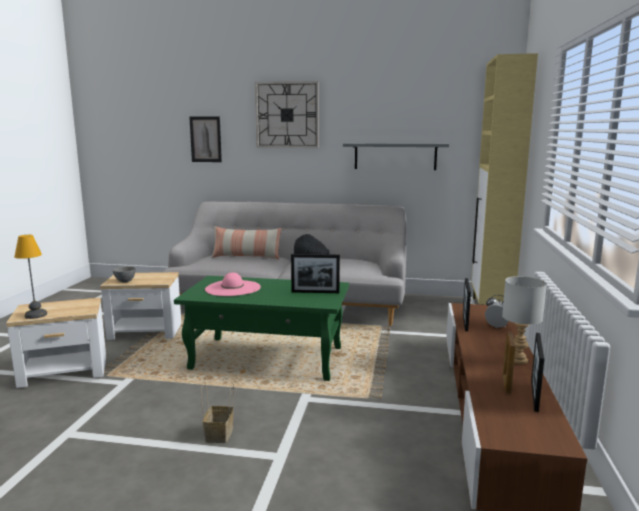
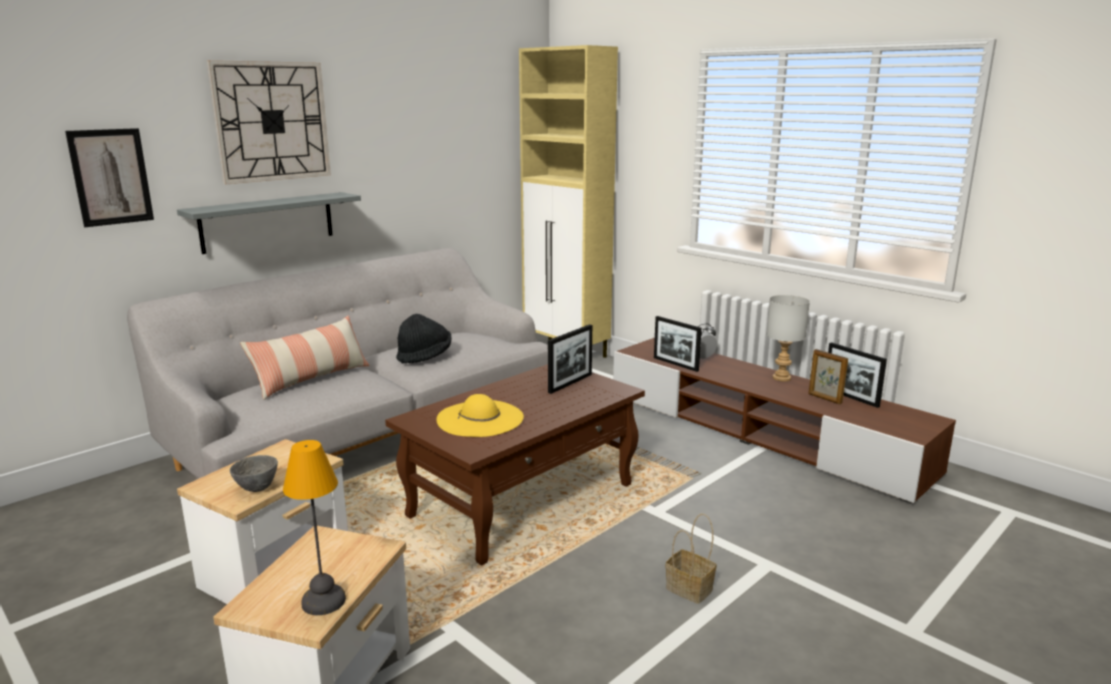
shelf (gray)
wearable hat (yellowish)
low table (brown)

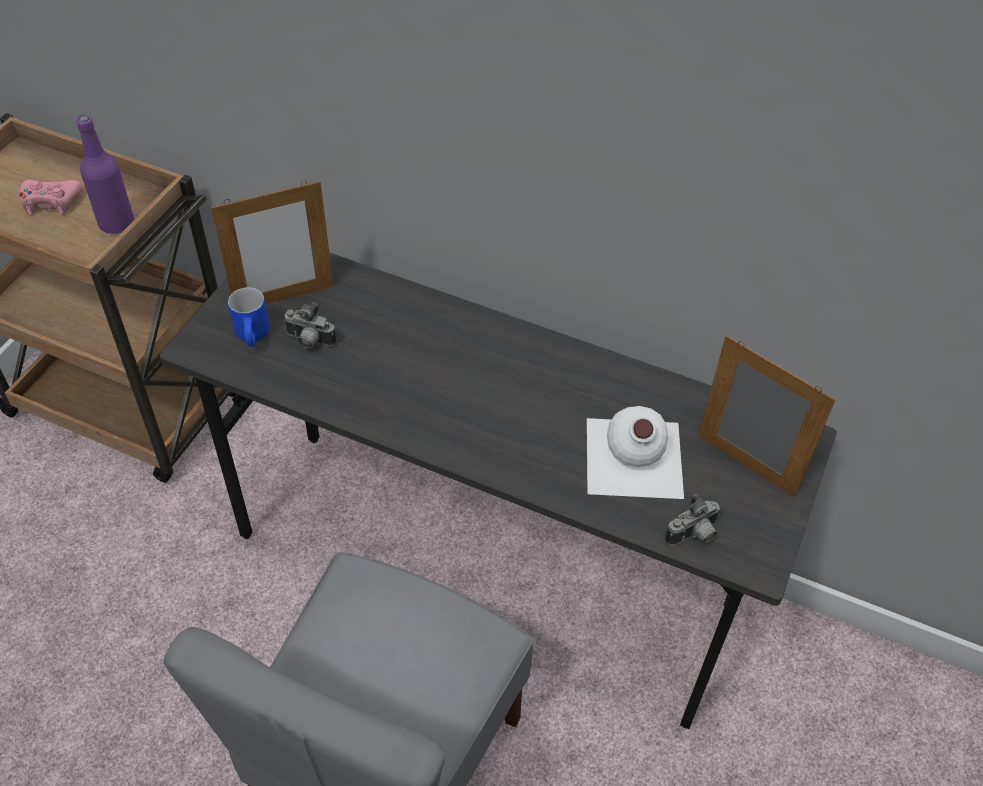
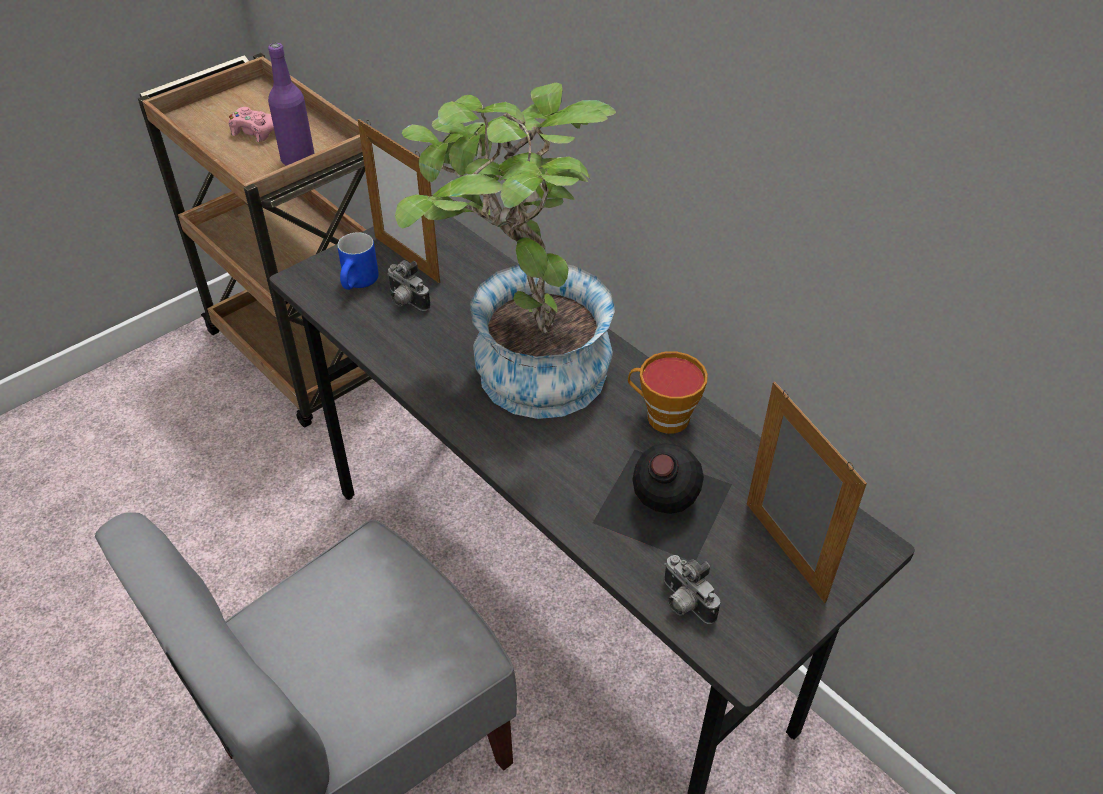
picture frame (1st from left)
drink bottle (black)
still camera (2nd from left)
potted plant
small cup

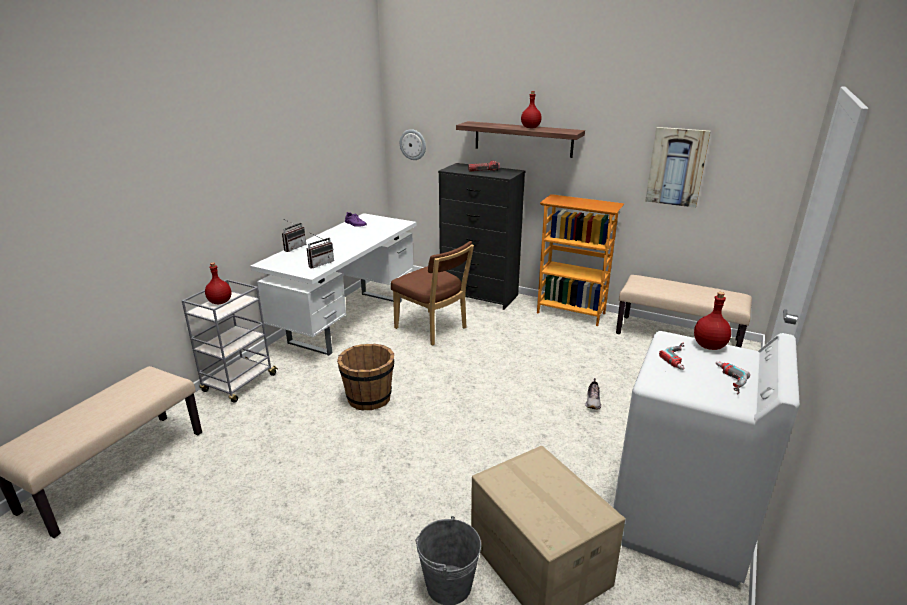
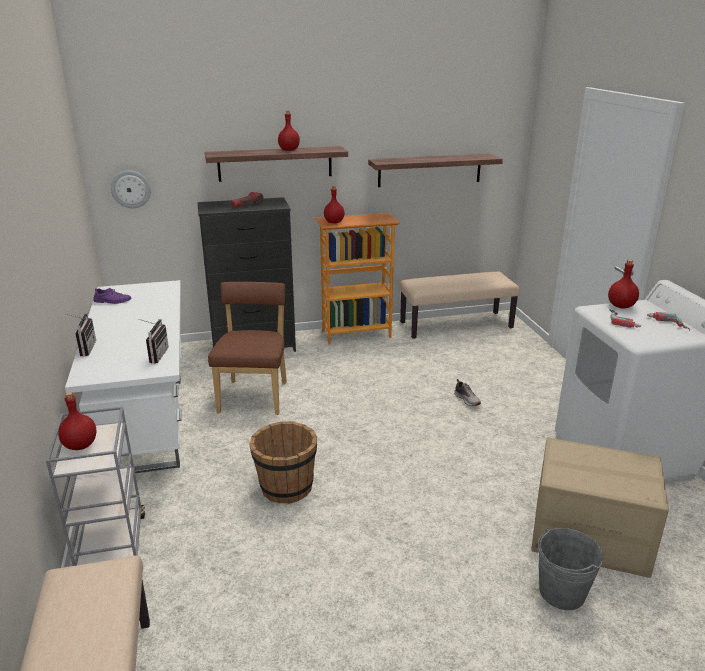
shelf (2nd from left)
upright chair (brown)
drink bottle (red-coloured) (3rd from left)

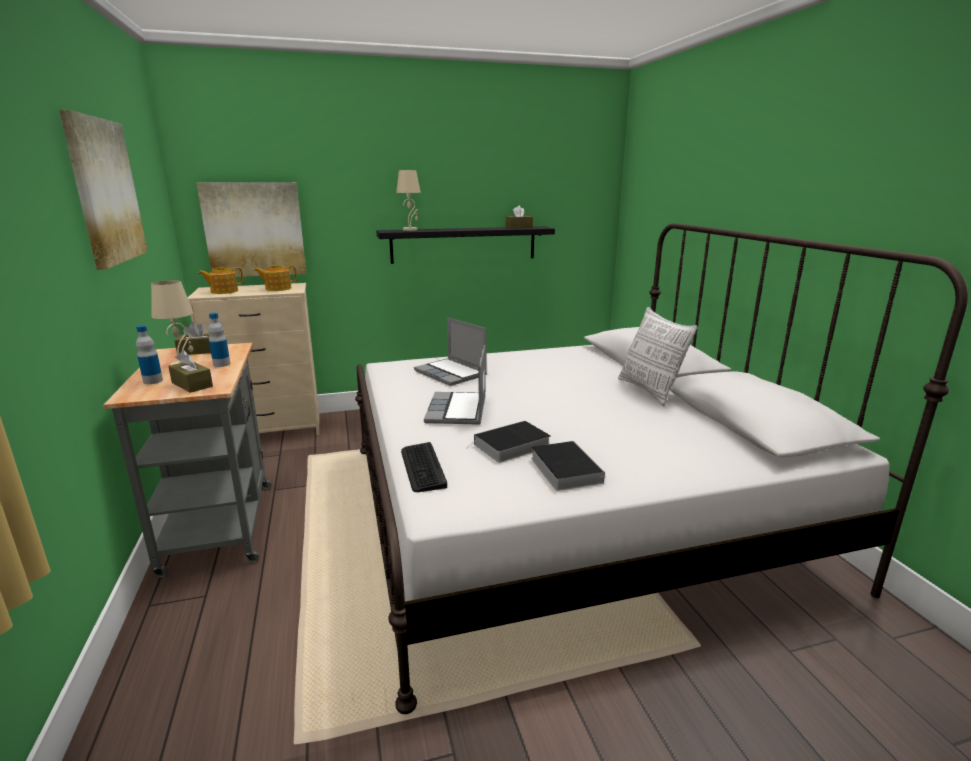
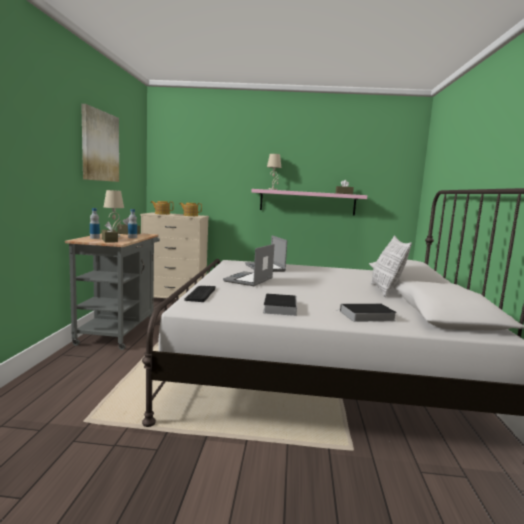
picture (2nd from left in the first image)
shelf (pink-coloured)
volume (2nd from left)

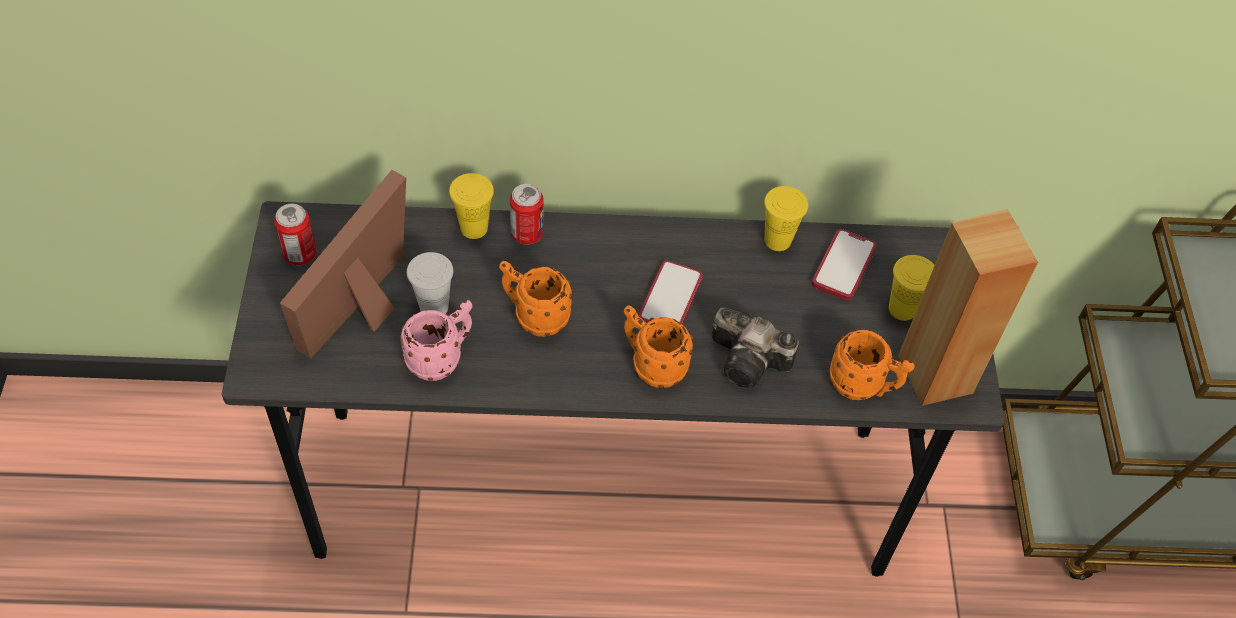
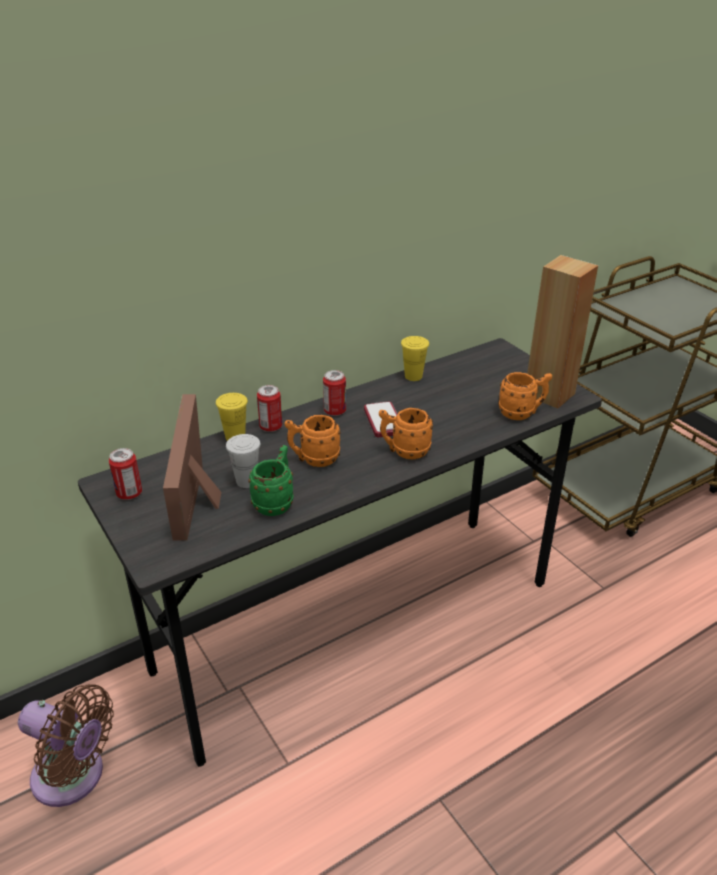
handset (2nd from left in the first image)
small cup (yellowish) (3rd from left in the first image)
mug (green)
still camera
can (3rd from left)
fan (brown)

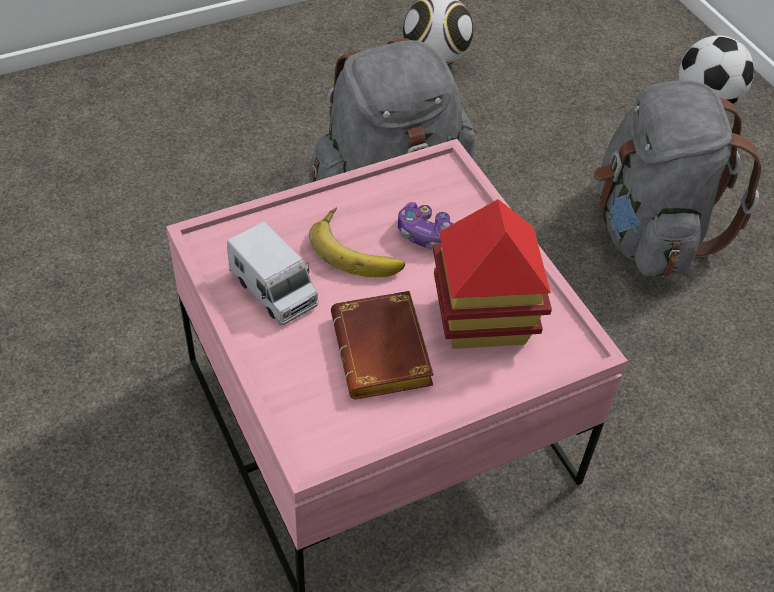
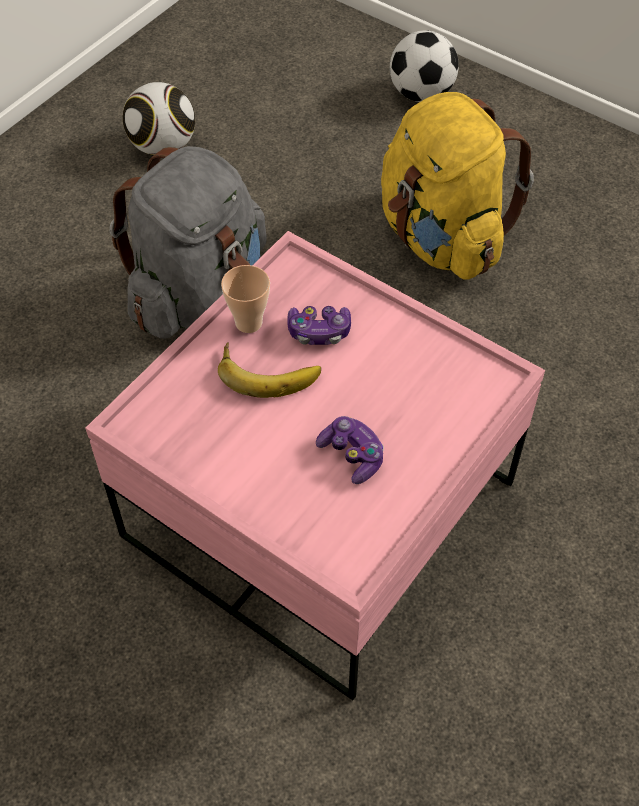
backpack (yellowish)
model house
toy truck
game controller (2nd from left)
small cup

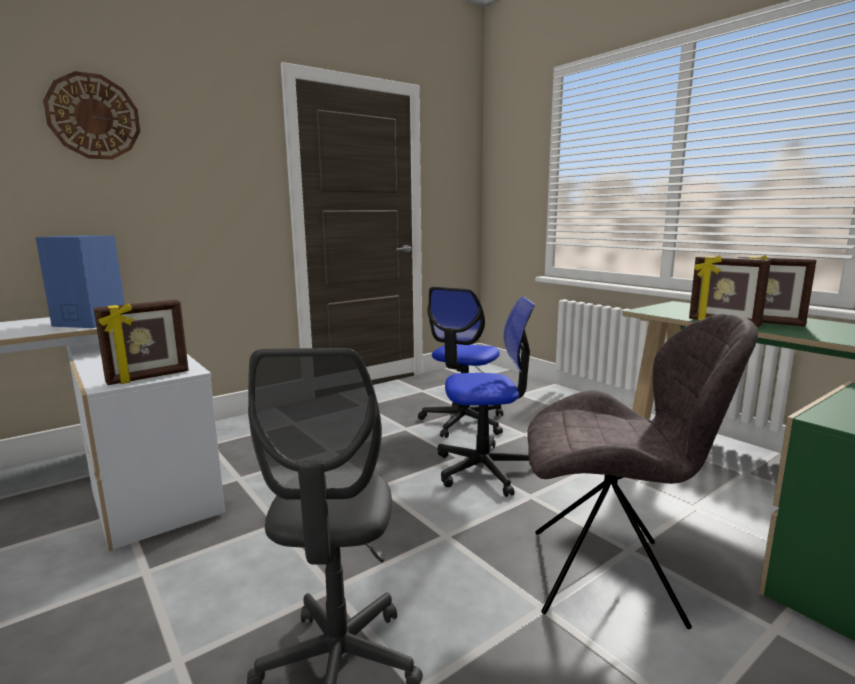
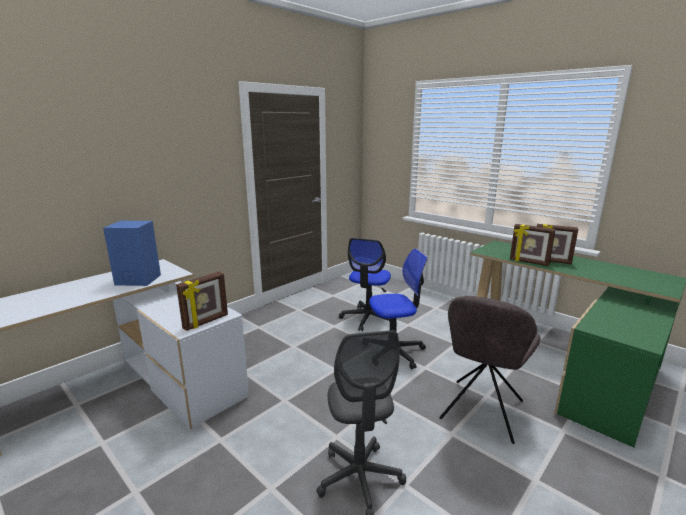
hanging clock
upright chair (gray)

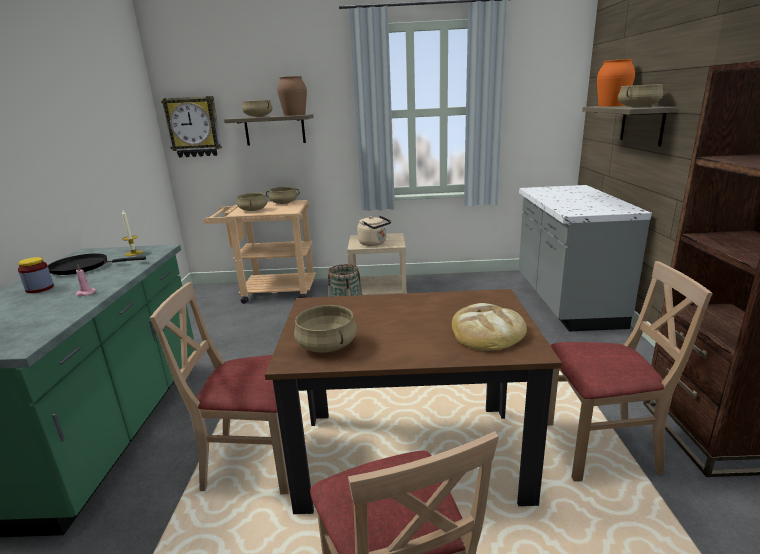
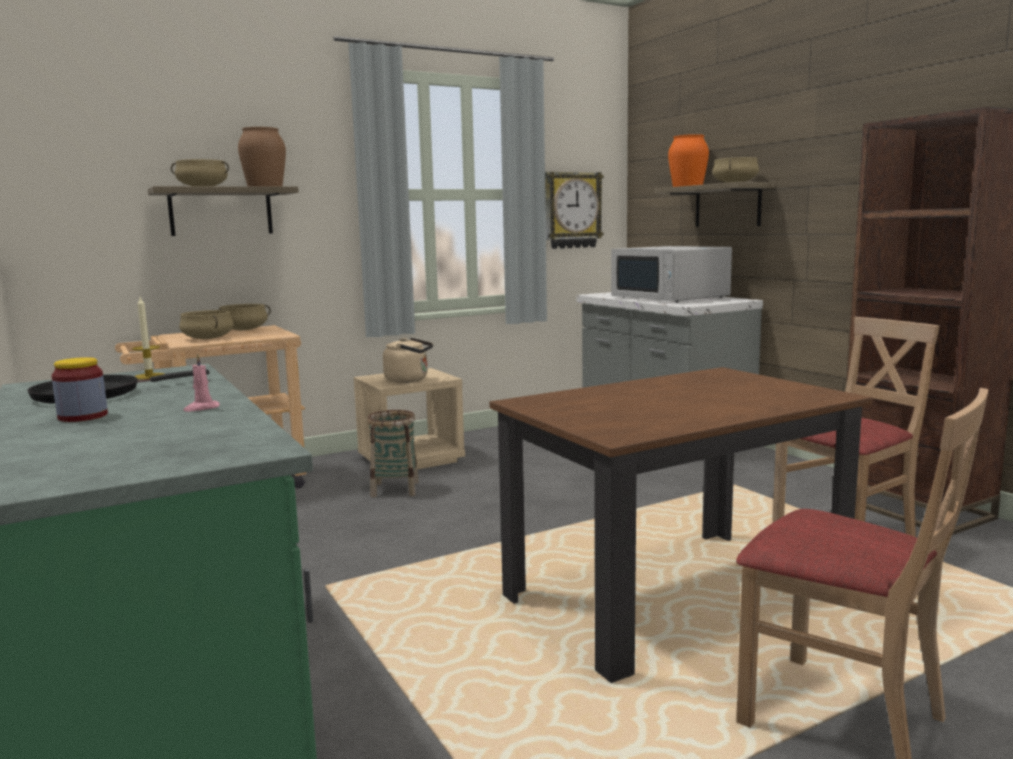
hanging clock
upright chair (beige-coloured) (1st from left in the first image)
bread
cooking pot (beige-coloured) (4th from left in the first image)
microwave oven (white-coloured)

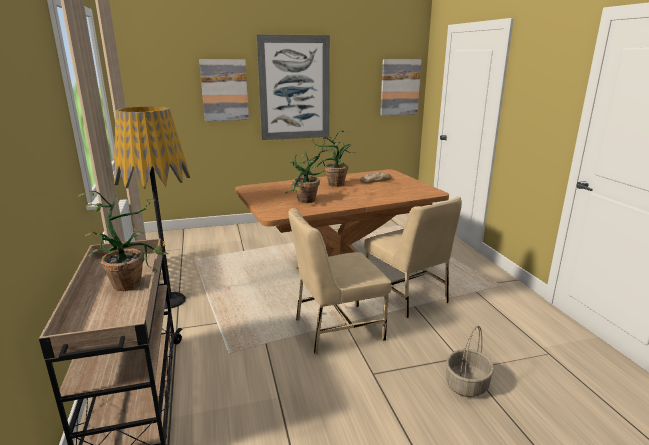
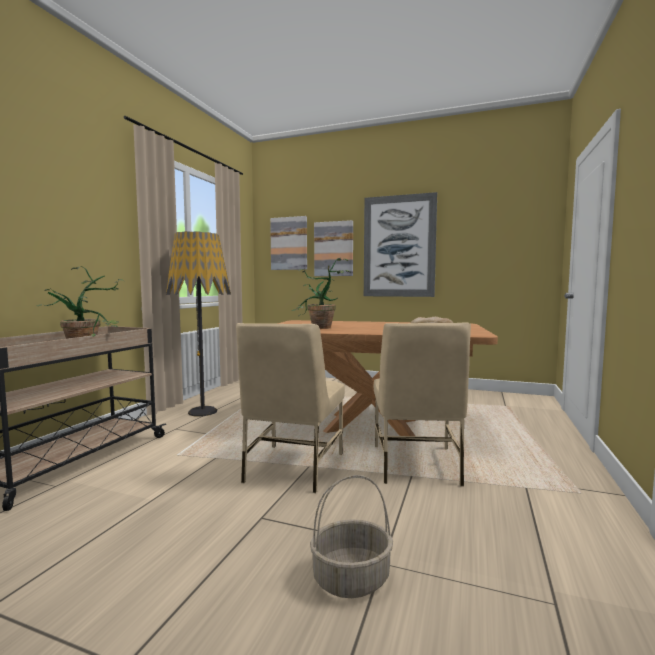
picture (1st from left)
potted plant (3rd from left in the first image)
upright chair (beige-coloured) (1st from left)

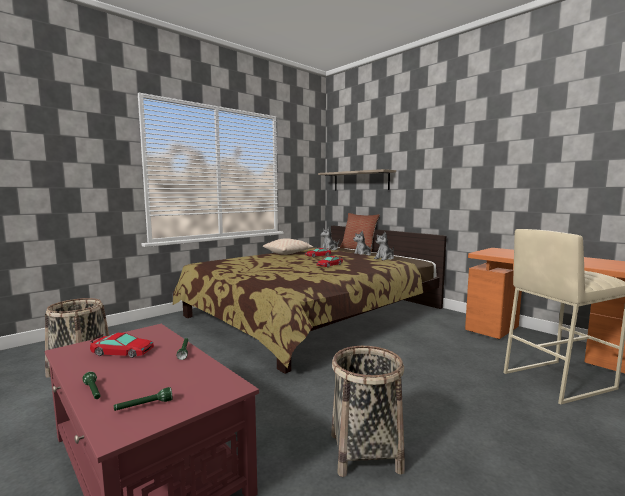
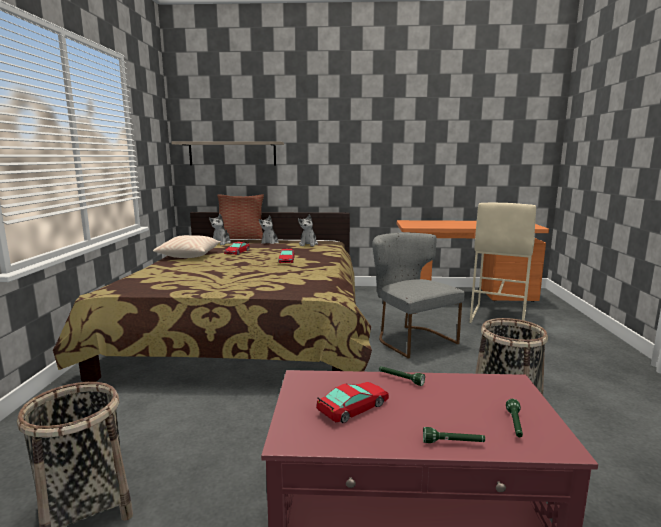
upright chair (gray)

